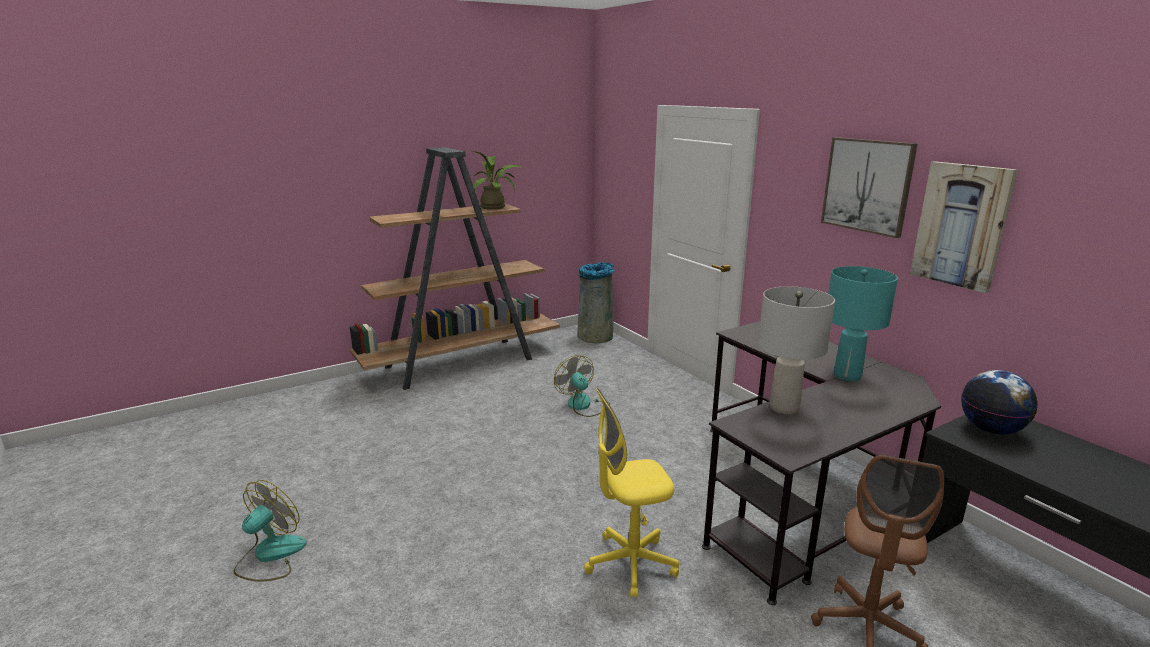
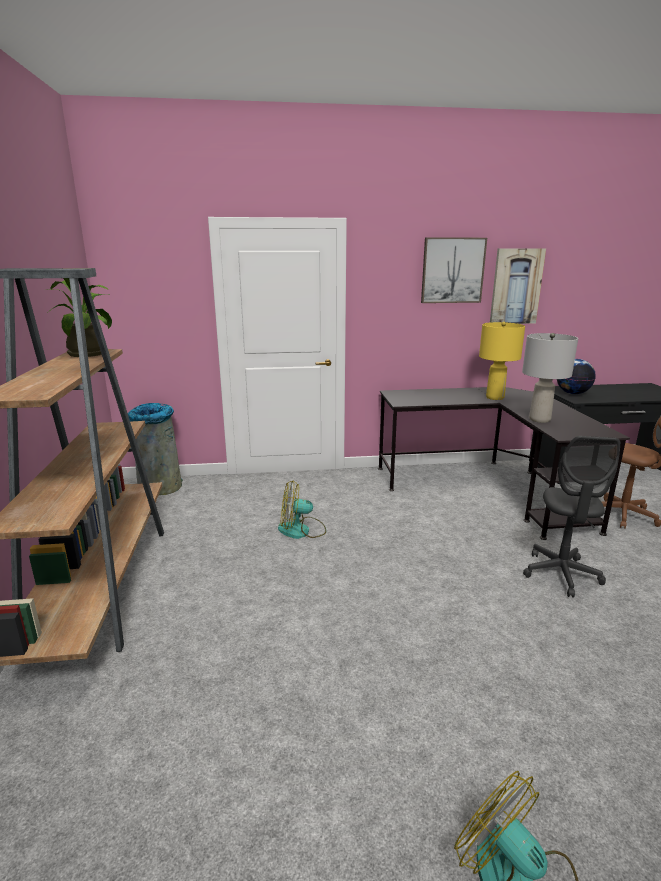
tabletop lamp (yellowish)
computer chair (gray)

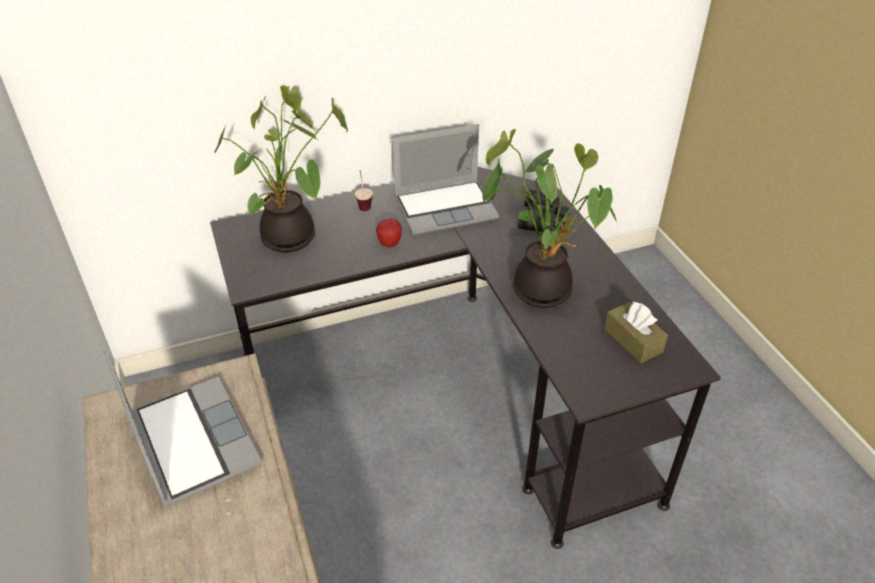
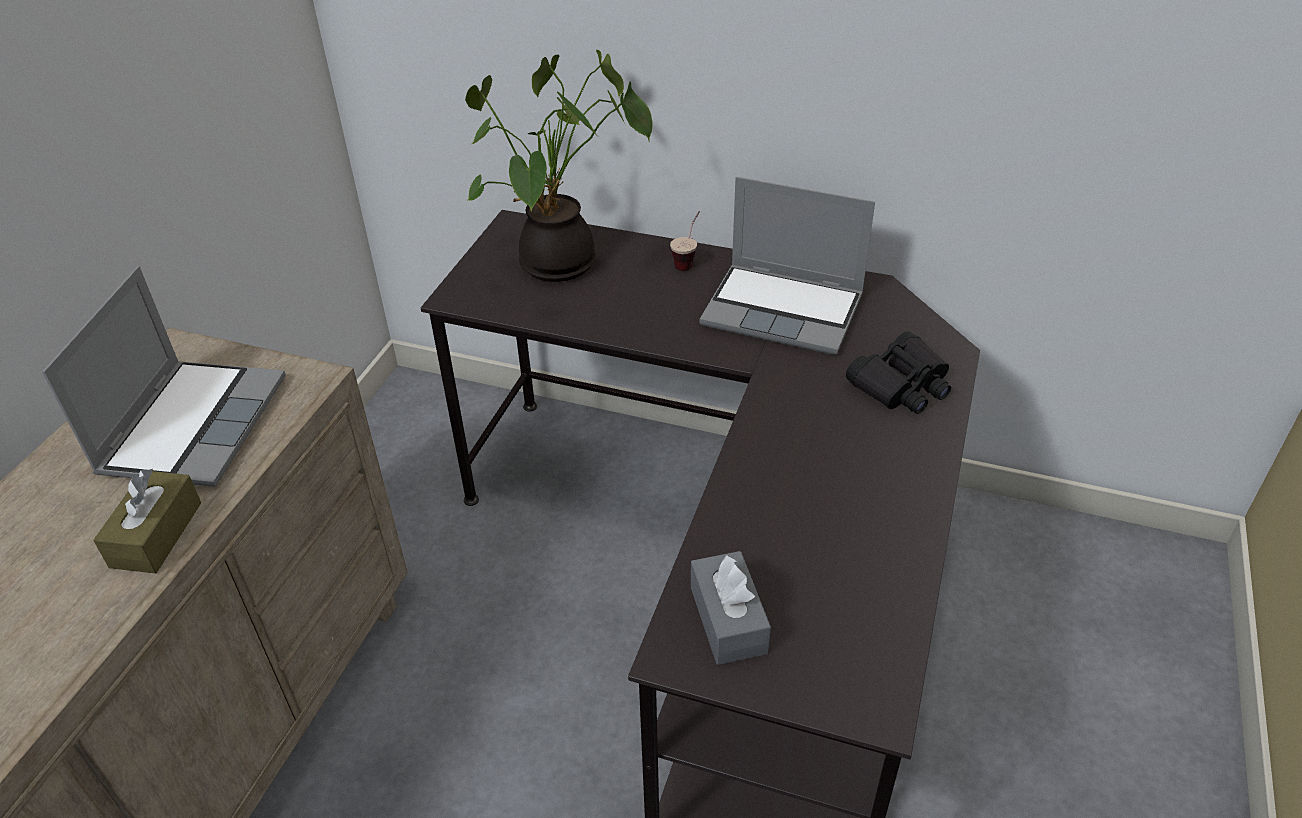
potted plant (2nd from left in the first image)
apple
box of tissues (brown)
box of tissues (gray)

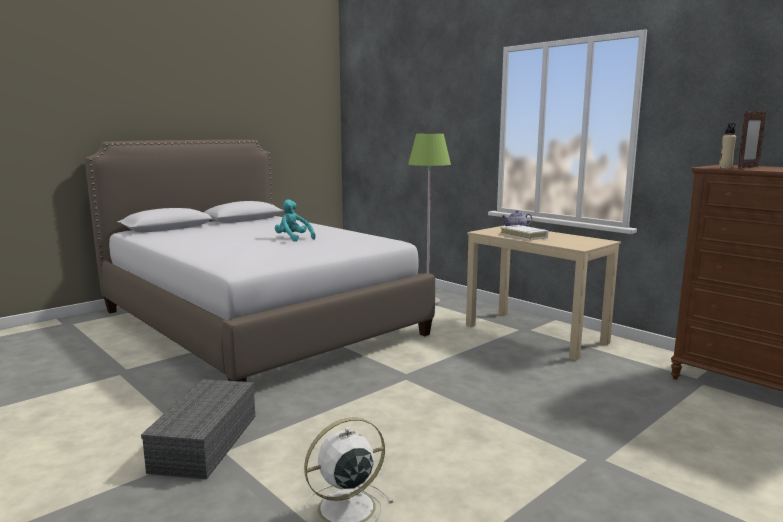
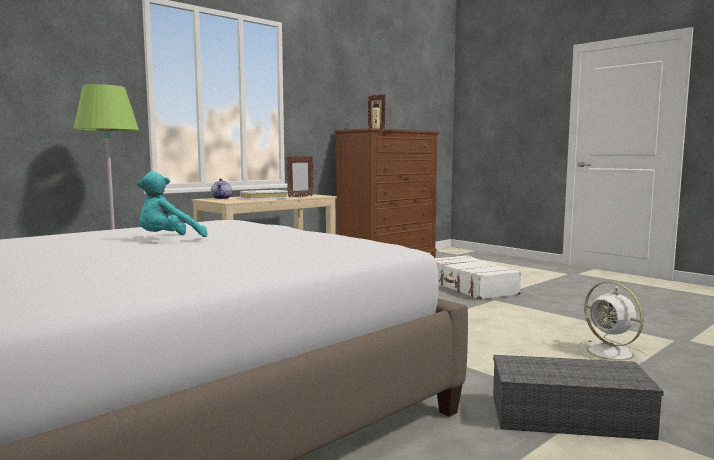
picture frame (1st from left)
piece of luggage (white-coloured)

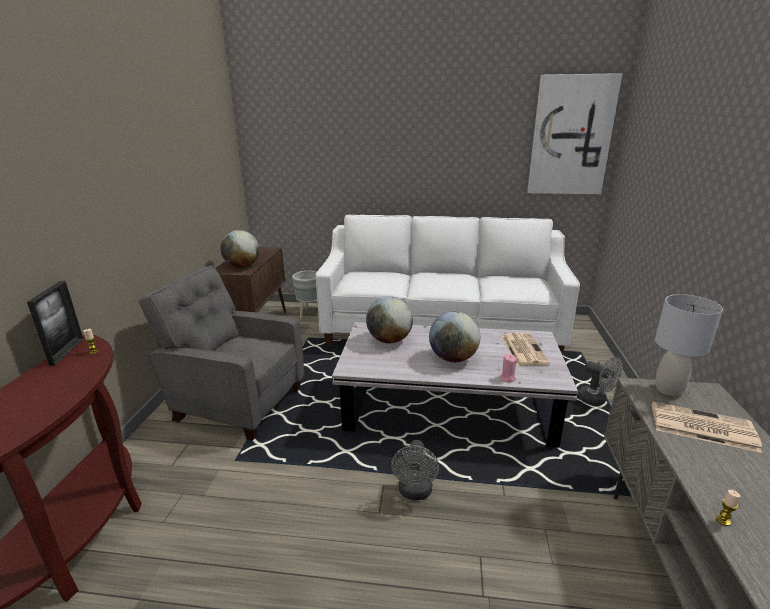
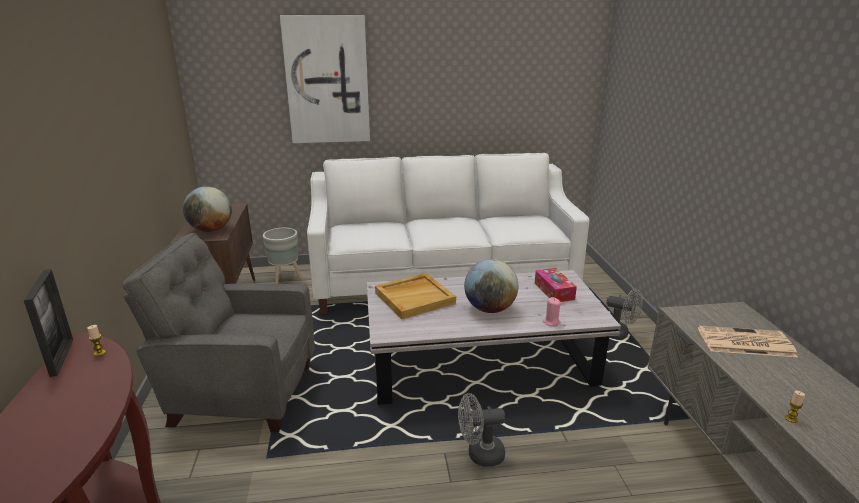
picture
tabletop lamp (gray)
tray (beige-coloured)
box of tissues
fan (gray) (1st from left)

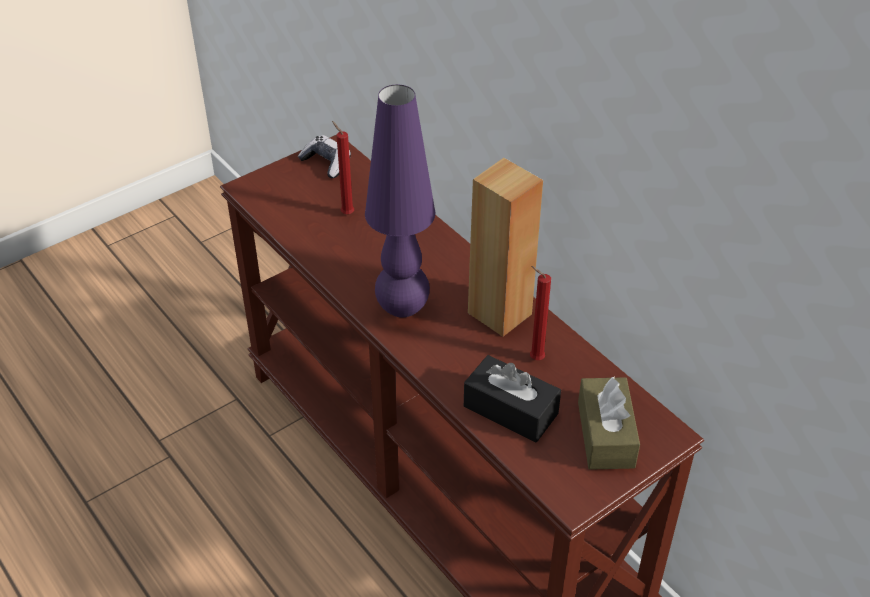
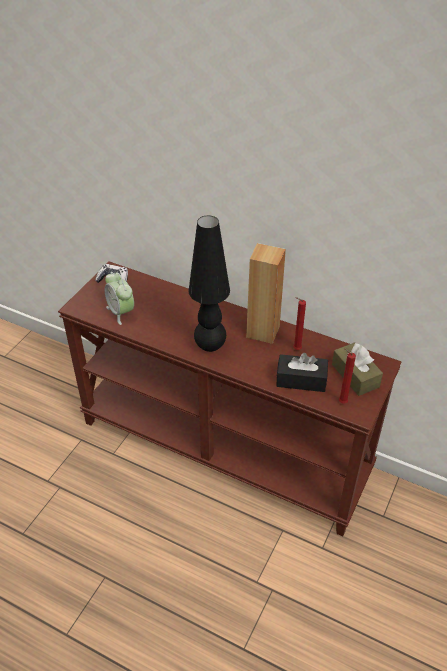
tabletop lamp (black)
wax light (red-coloured) (2nd from left)
alarm clock

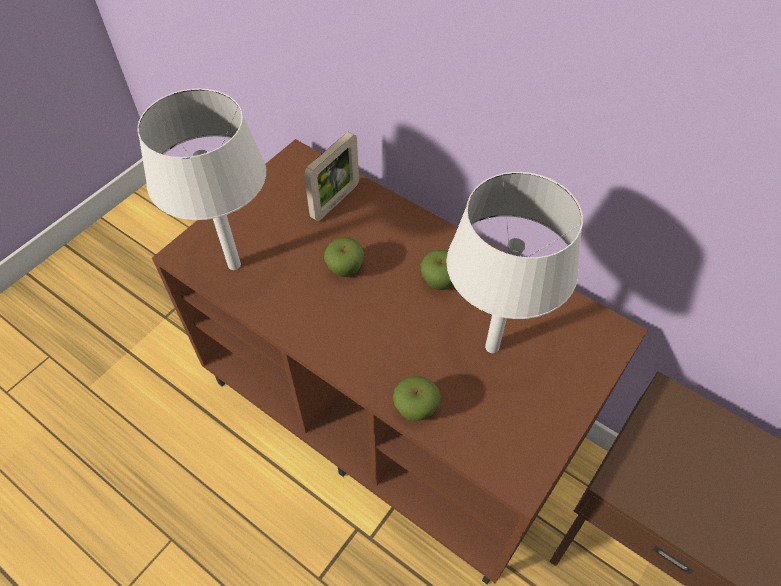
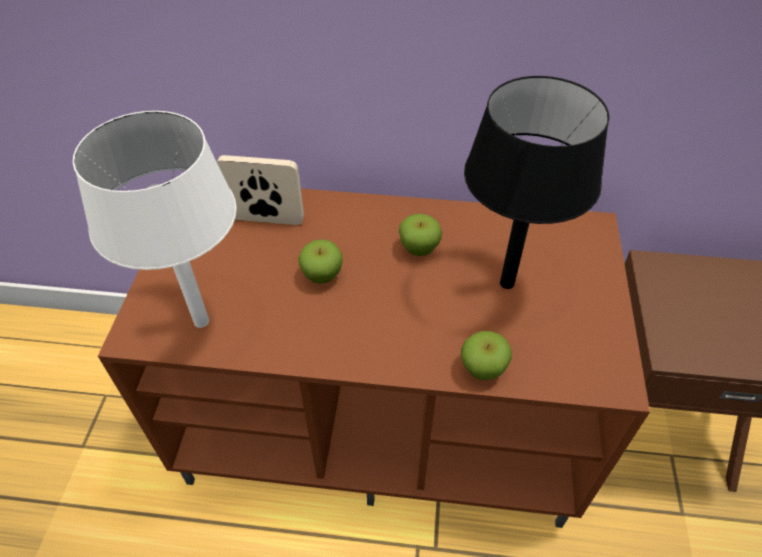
picture frame
tabletop lamp (black)

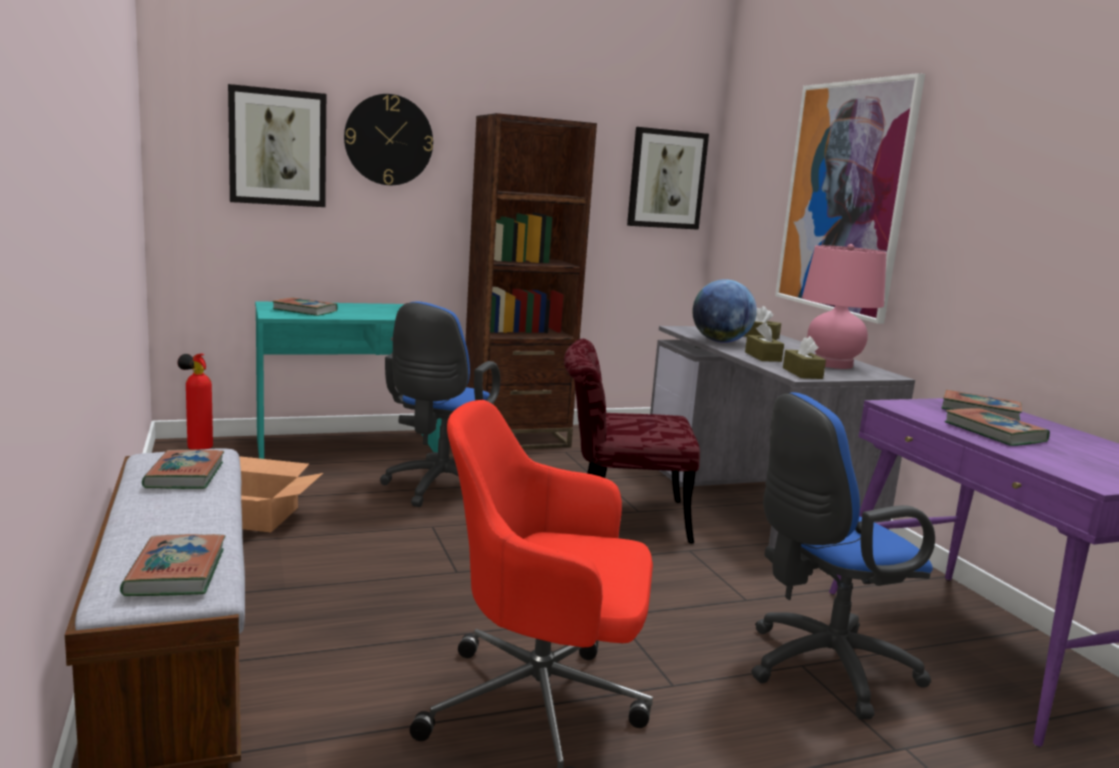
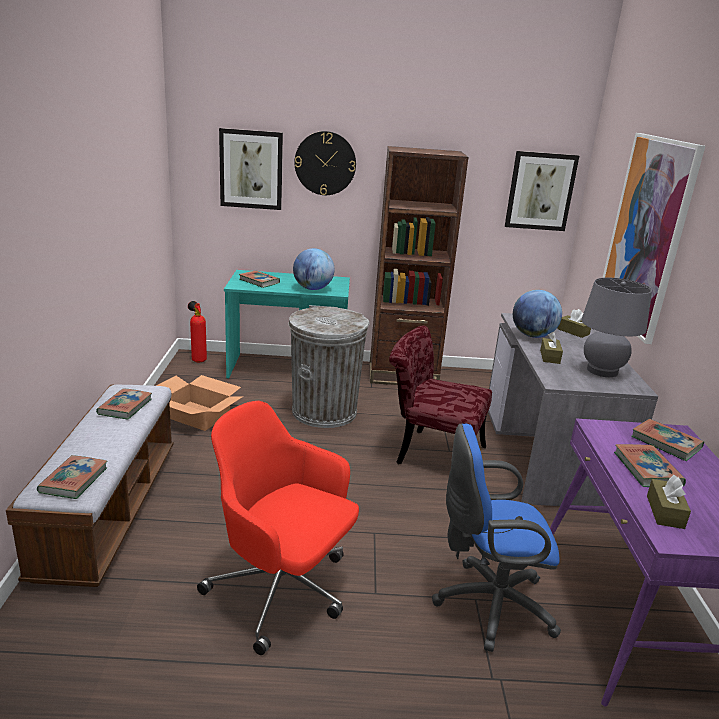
tabletop lamp (gray)
waste bin (gray)
box of tissues (brown) (3rd from left)
world globe (1st from left)

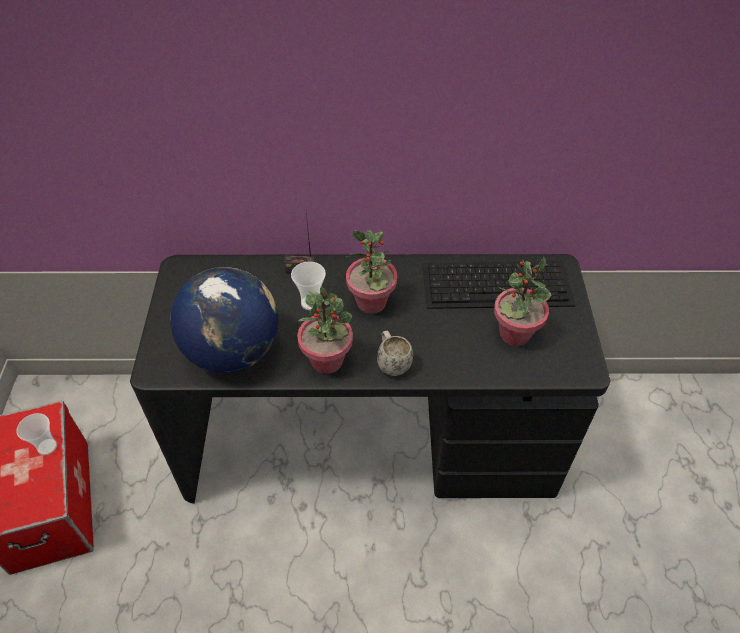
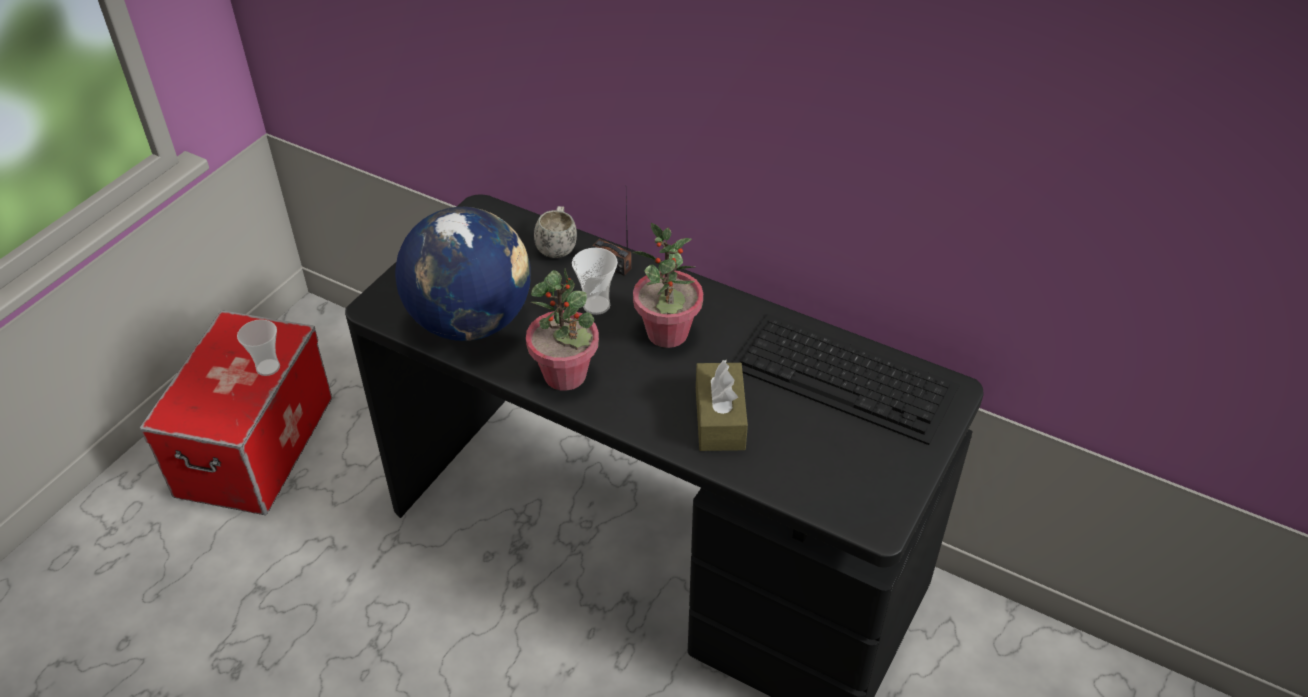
potted plant (3rd from left in the first image)
mug (white-coloured)
box of tissues (brown)

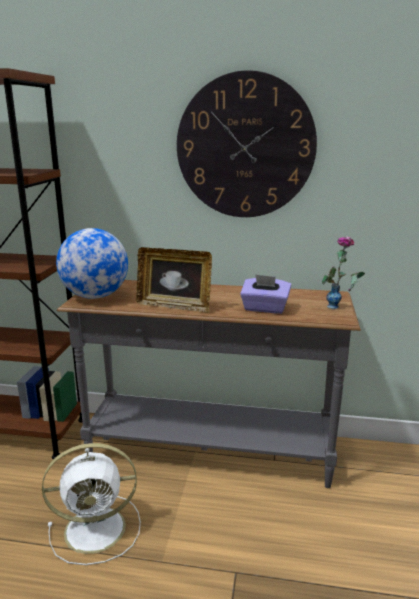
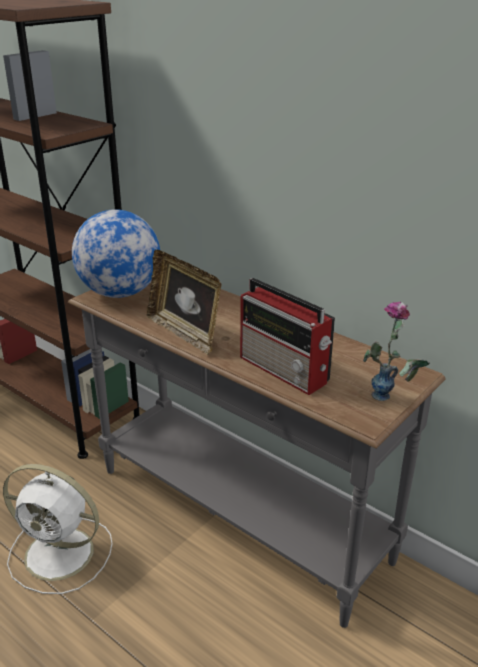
hanging clock
radio set

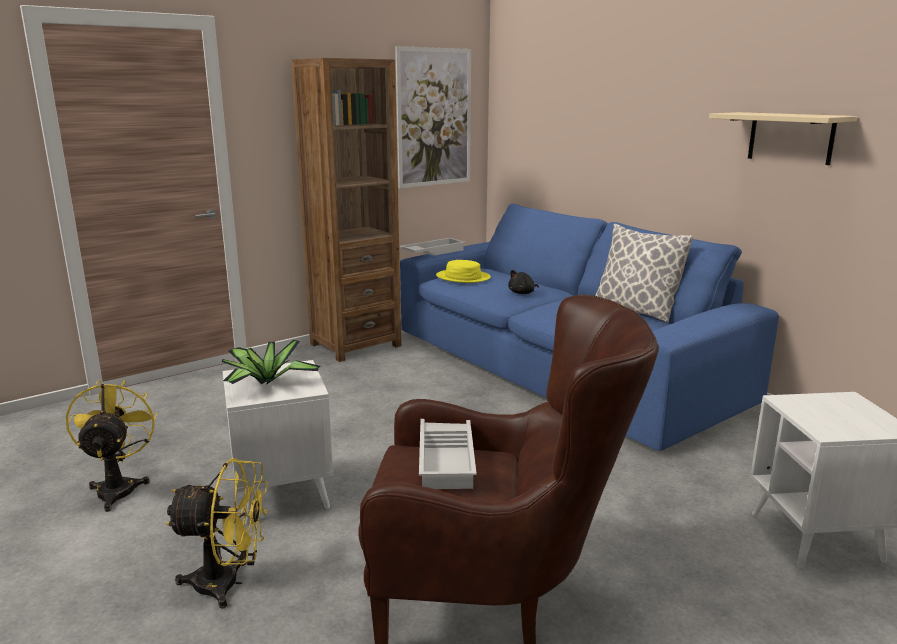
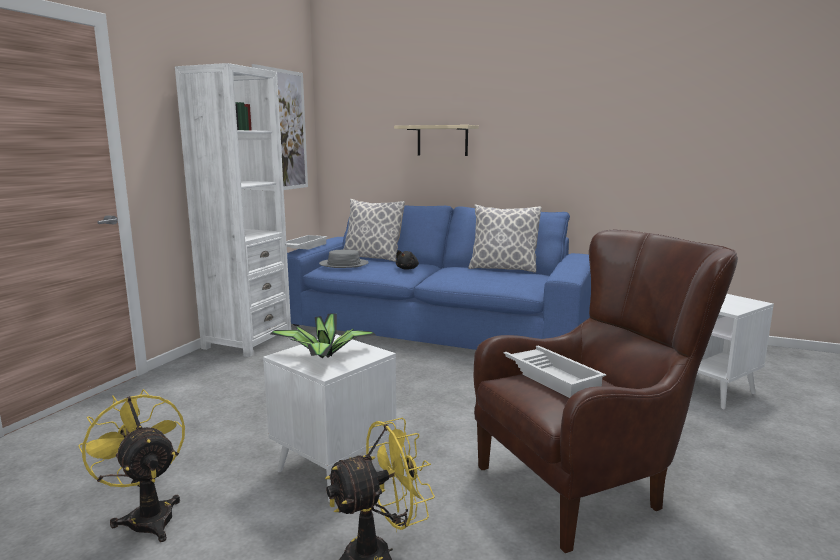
shelving unit (white-coloured)
shelf (beige-coloured)
wearable hat (gray)
cushion (1st from left)

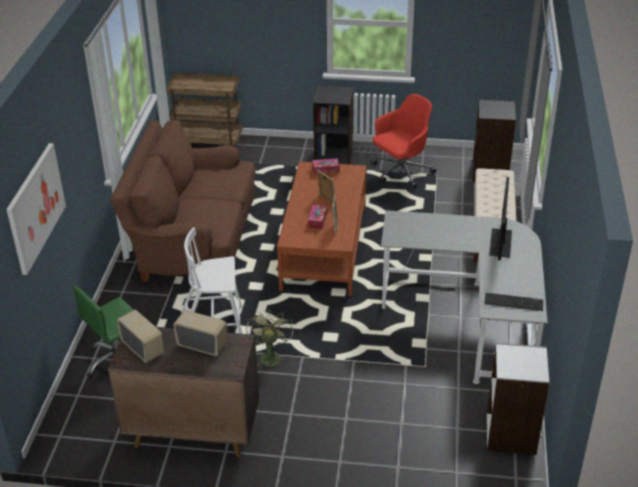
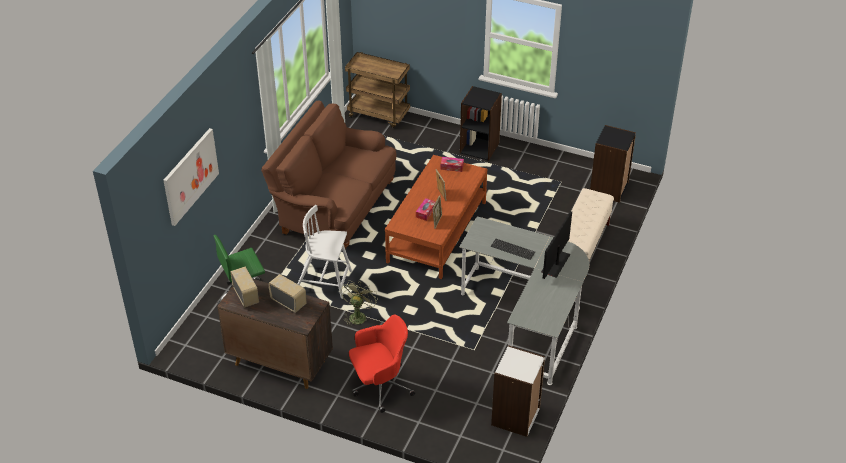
computer chair (red-coloured)
computer keyboard

